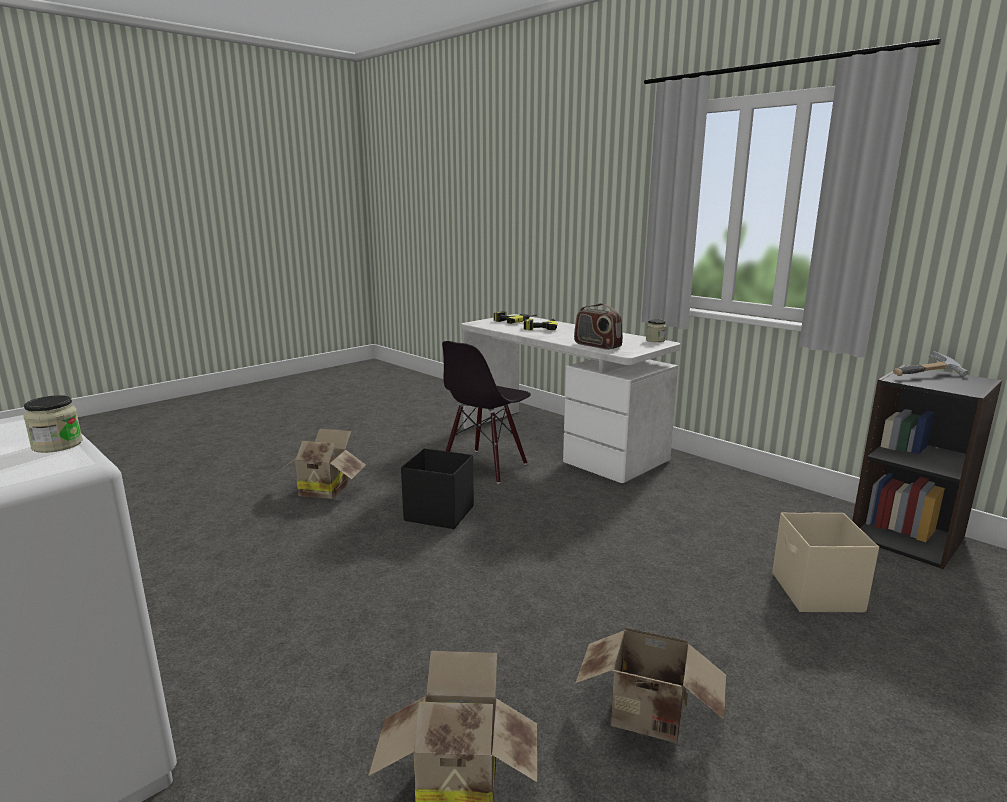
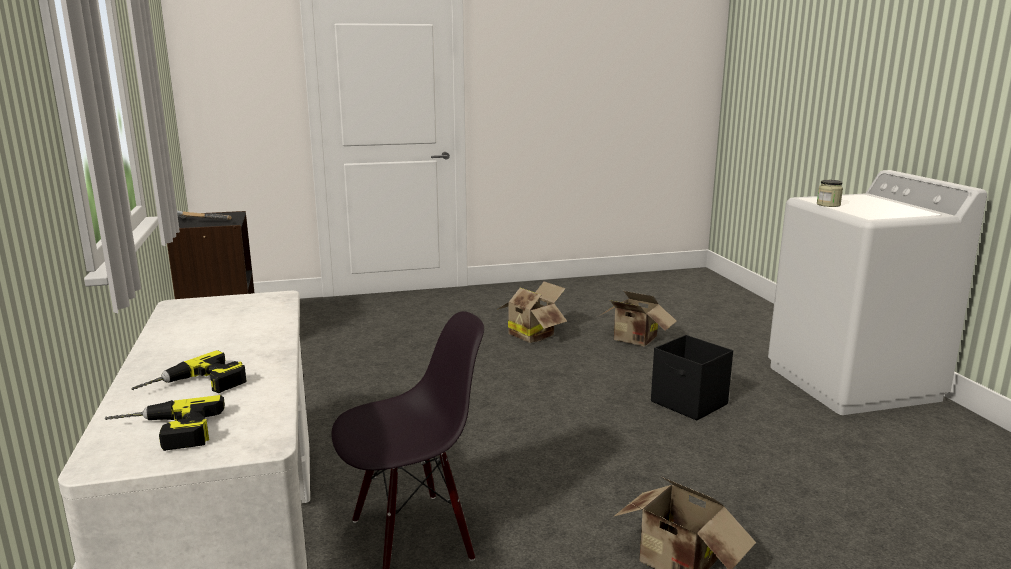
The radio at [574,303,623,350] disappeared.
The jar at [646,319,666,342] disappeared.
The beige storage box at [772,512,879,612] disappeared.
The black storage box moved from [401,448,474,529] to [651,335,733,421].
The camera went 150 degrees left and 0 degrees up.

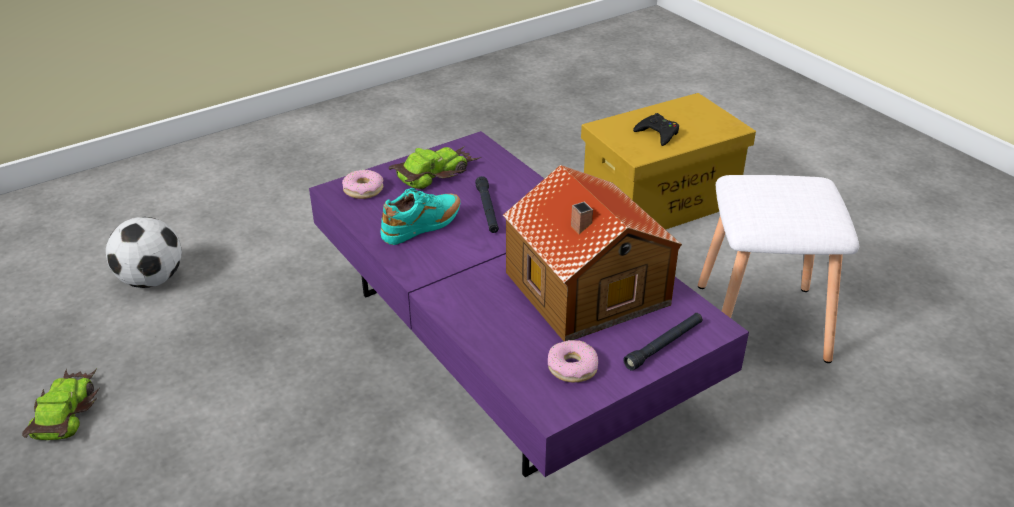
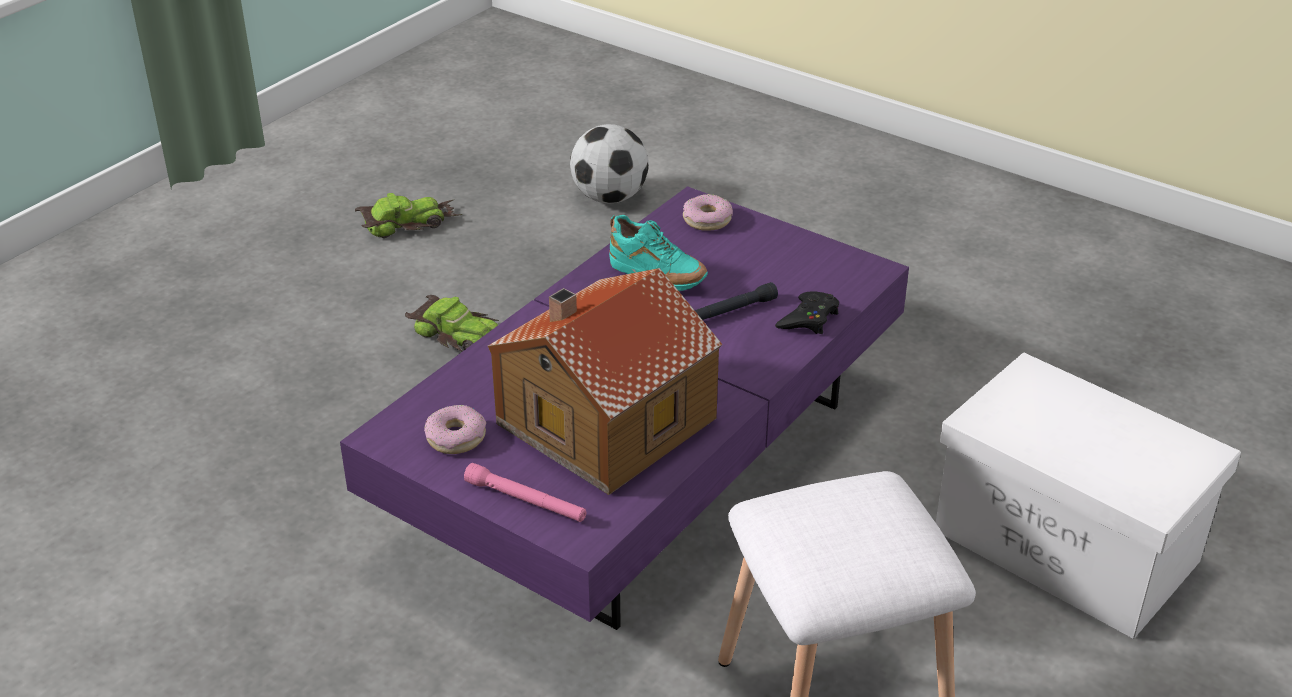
The toy car moved from [389,146,481,189] to [405,295,499,352].
The black game controller moved from [633,113,679,146] to [775,291,839,334].
The yellow storage box at [581,93,756,230] became the white storage box at [936,353,1241,639].
The black flashlight at [623,313,703,371] became the pink flashlight at [464,463,587,522].
The camera went 70 degrees right and 0 degrees up.

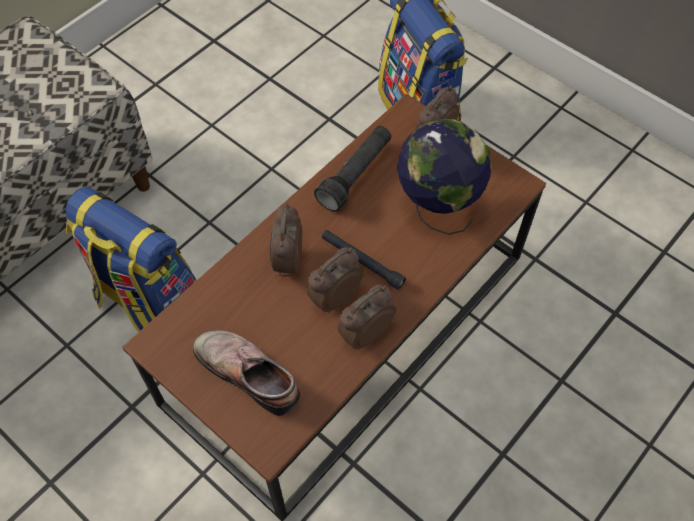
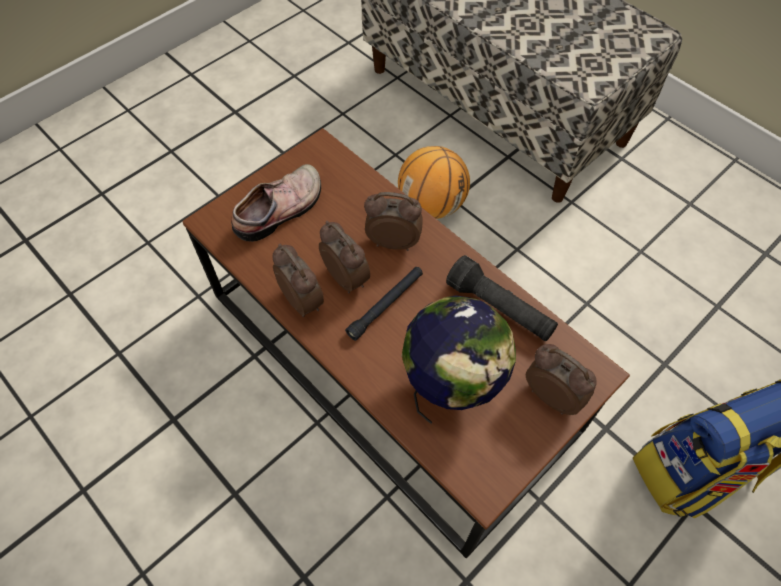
The backpack at [66,187,197,332] was replaced by the basketball at [398,146,470,219].
The camera went 95 degrees right and 0 degrees up.

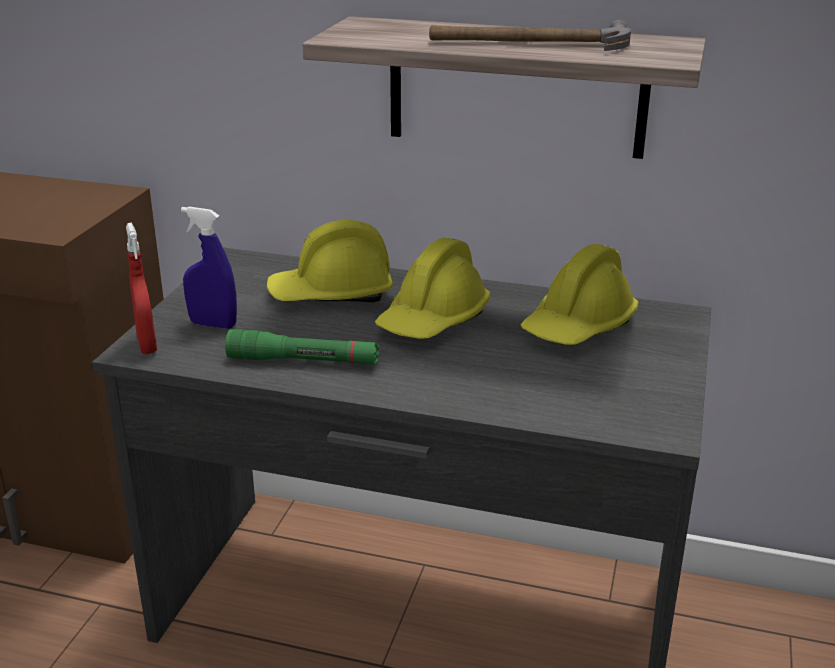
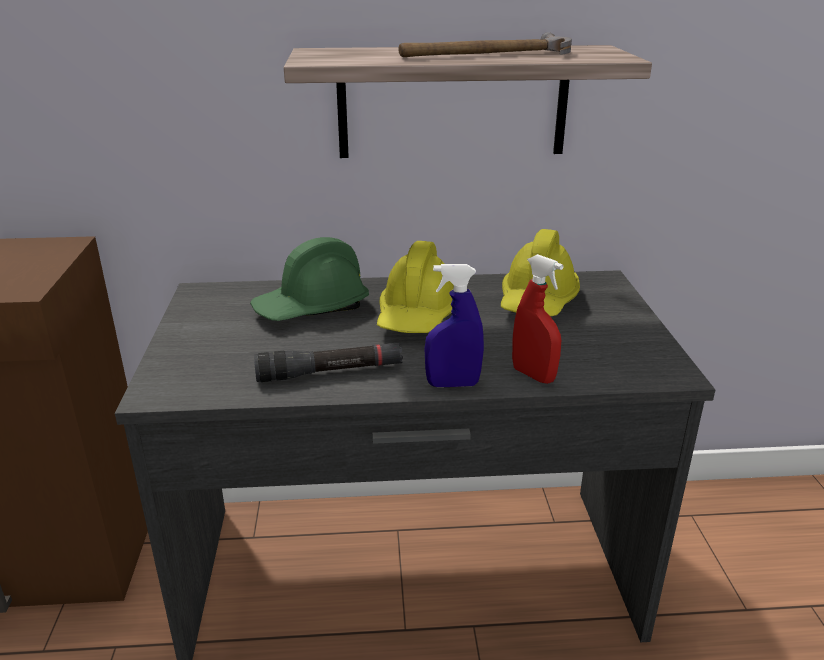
The red spray bottle moved from [126,223,157,354] to [512,254,564,384].
The blue spray bottle moved from [181,207,237,329] to [424,264,484,387].
The green flashlight at [225,329,380,365] became the black flashlight at [254,343,403,382].
The yellow hard hat at [267,220,393,302] became the green hard hat at [250,237,369,321].
The camera went 20 degrees left and 0 degrees up.

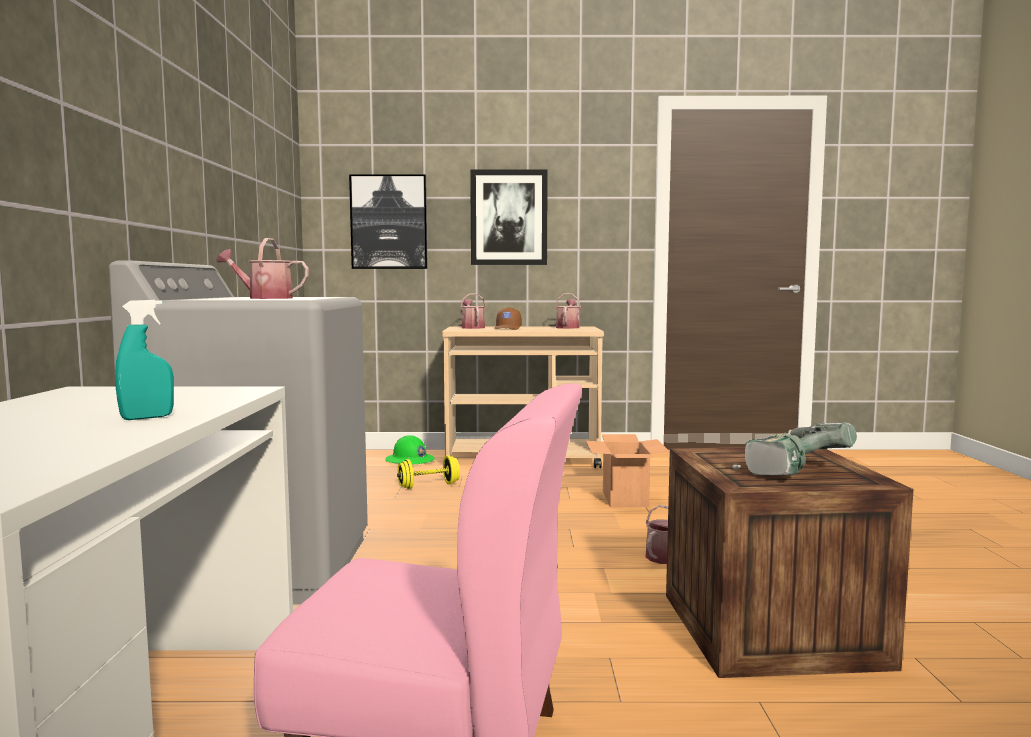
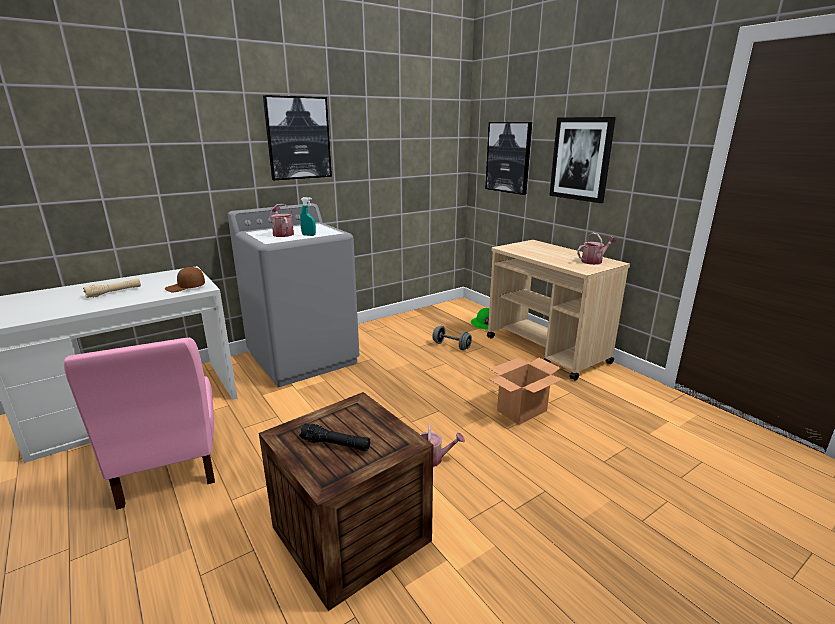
The watering can at [460,293,486,329] disappeared.
The beige flashlight at [83,278,141,298] appeared.
The picture at [263,95,332,180] appeared.
The turquoise spray bottle moved from [115,300,174,420] to [300,197,316,236].
The brown cap moved from [495,307,522,330] to [165,267,205,292].
The power drill at [732,422,857,475] was replaced by the black flashlight at [299,423,370,451].
The yellow dumbbell at [397,455,460,489] became the grey dumbbell at [432,326,472,350].
The camera went 55 degrees right and 15 degrees up.

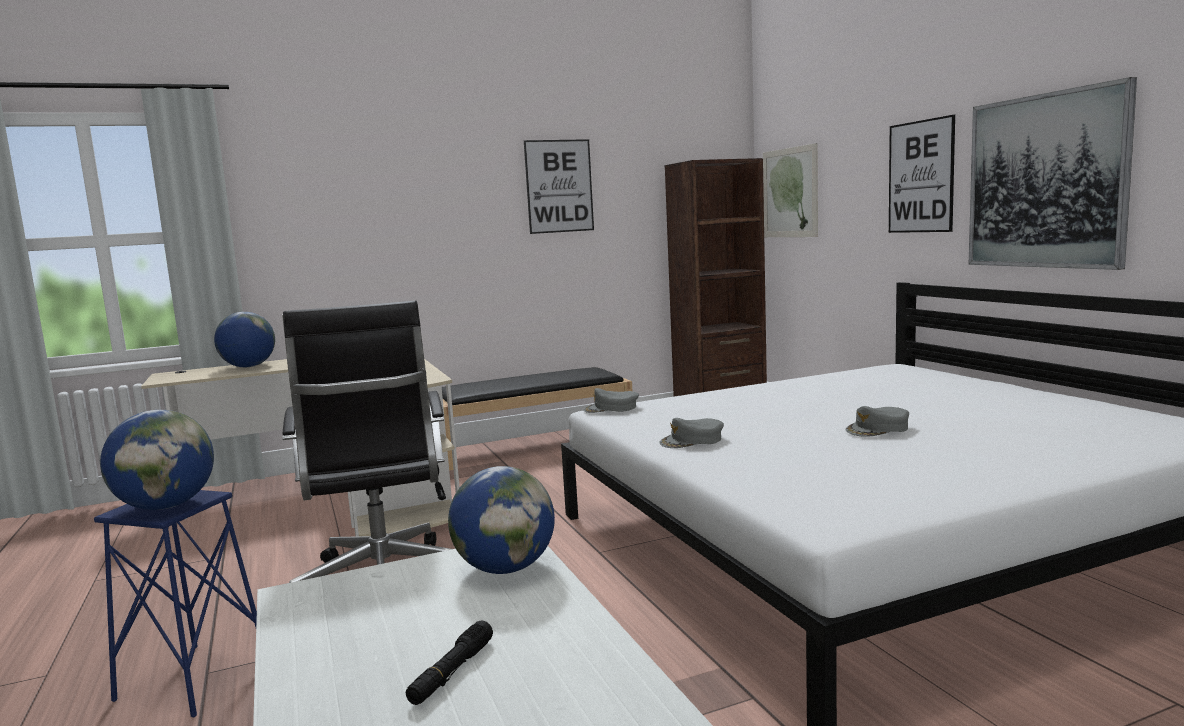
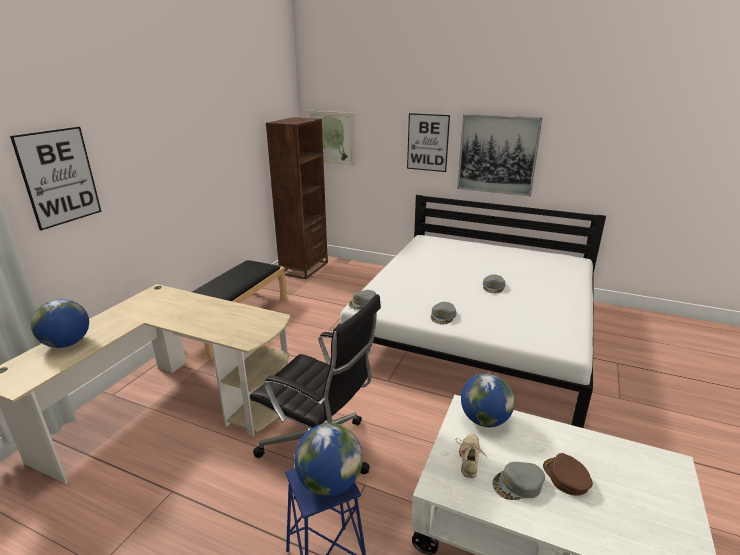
The beige shoe at [455,434,489,478] appeared.
The grey cap at [492,462,545,500] appeared.
The picture moved from [524,139,594,234] to [10,127,102,230].
The black flashlight at [406,620,493,705] was replaced by the brown cap at [543,453,593,496].
The camera went 45 degrees left and 15 degrees up.

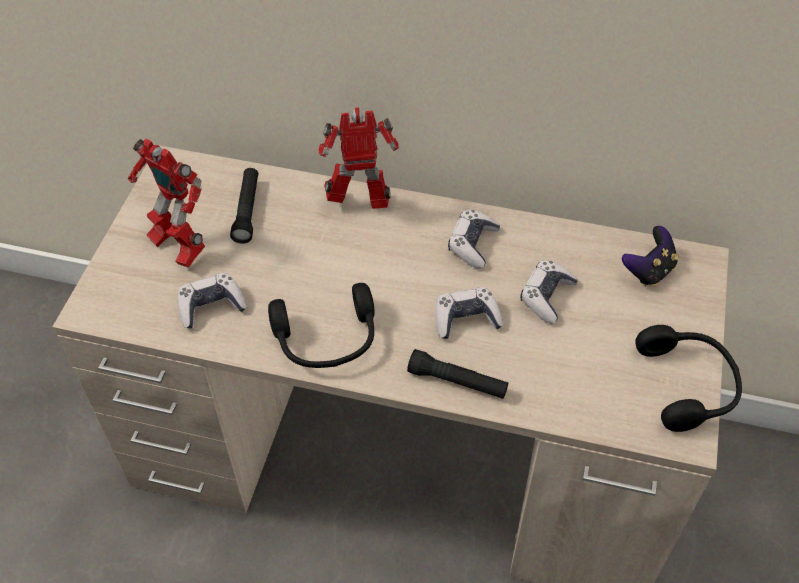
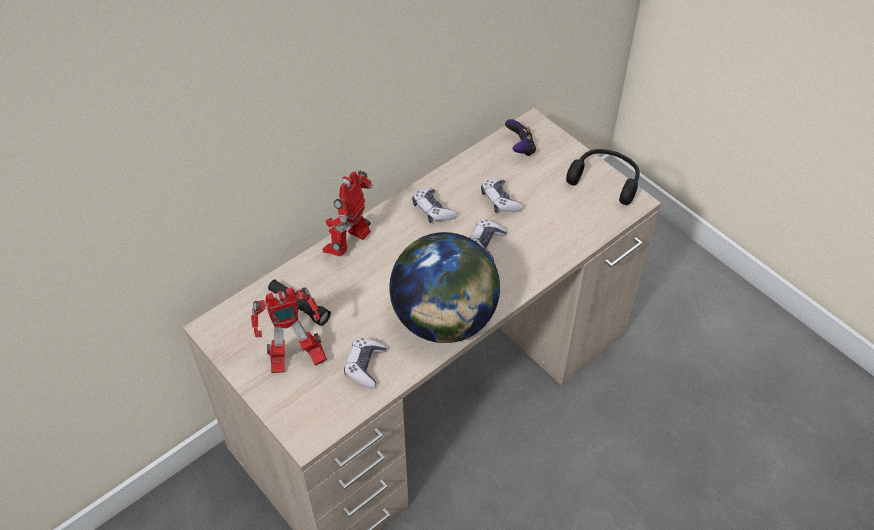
The black flashlight at [407,349,508,399] disappeared.
The black headphones at [268,283,375,368] was replaced by the globe at [389,232,500,343].
The camera went 55 degrees left and 0 degrees up.

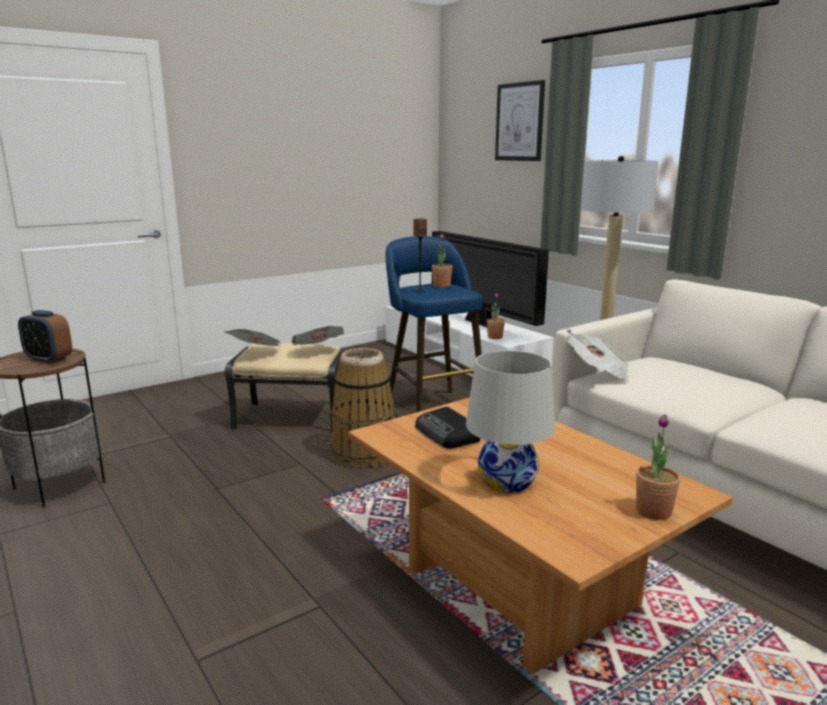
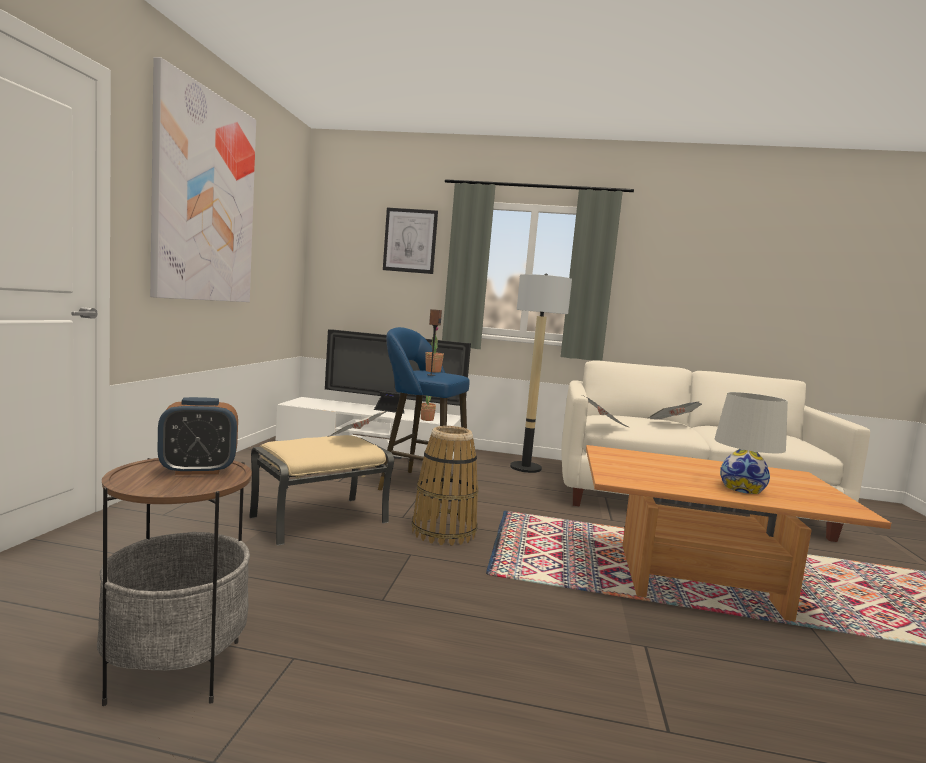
The radio at [415,407,480,449] disappeared.
The potted plant at [636,414,680,520] disappeared.
The picture at [150,57,256,302] appeared.
The newspaper moved from [225,329,282,346] to [647,401,702,420].
The camera went 45 degrees left and 10 degrees down.

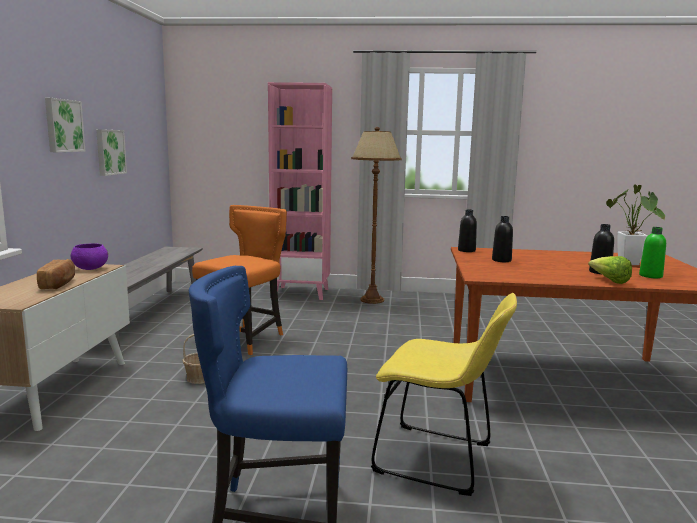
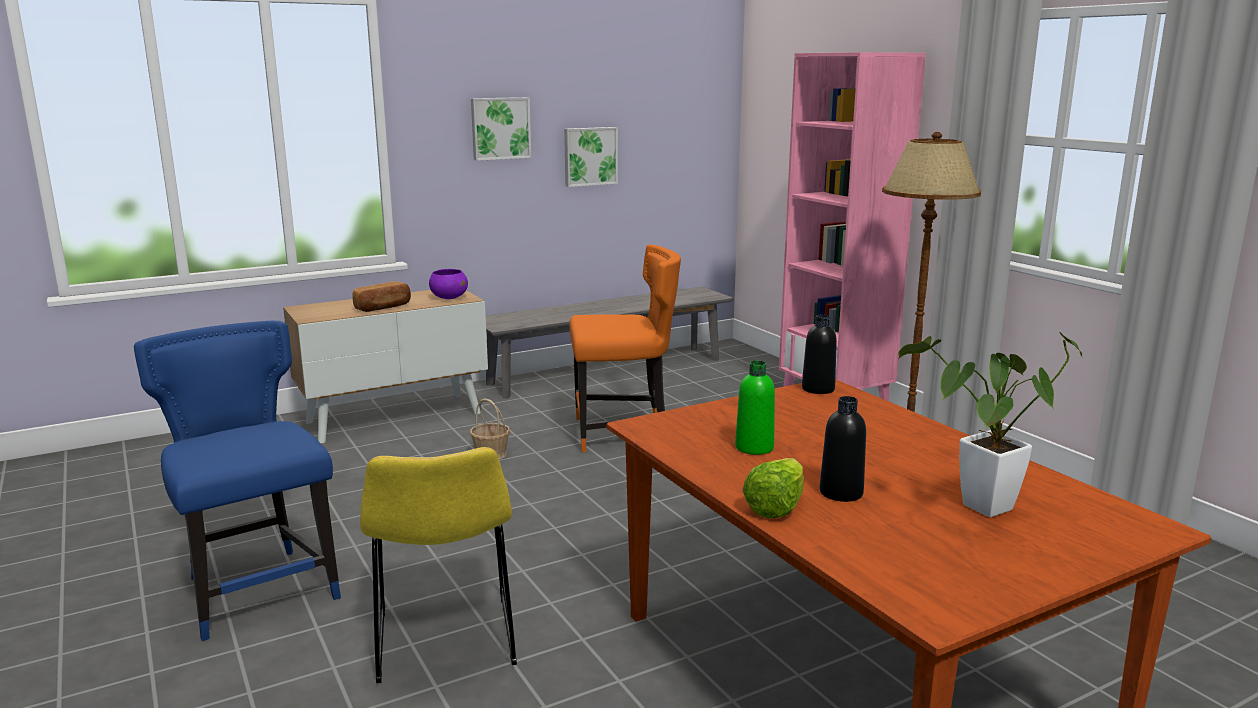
The black bottle at [492,216,513,262] disappeared.
The green bottle moved from [639,227,666,278] to [735,361,775,455].
The camera went 55 degrees right and 5 degrees up.

